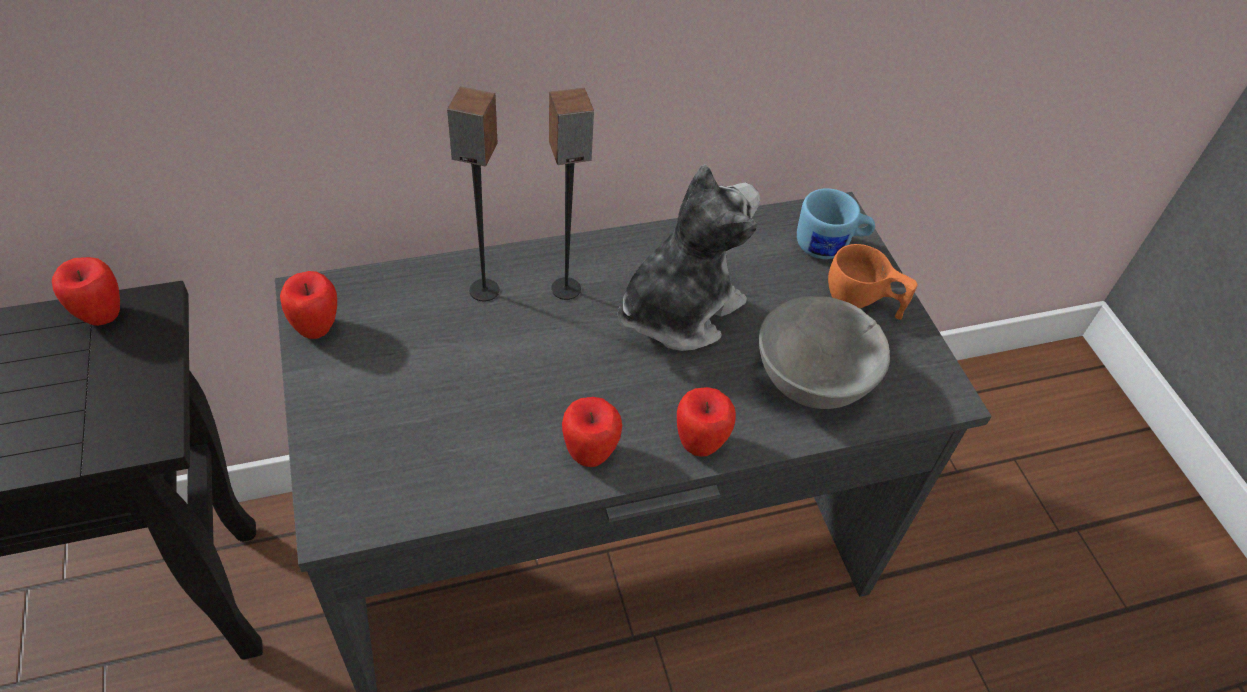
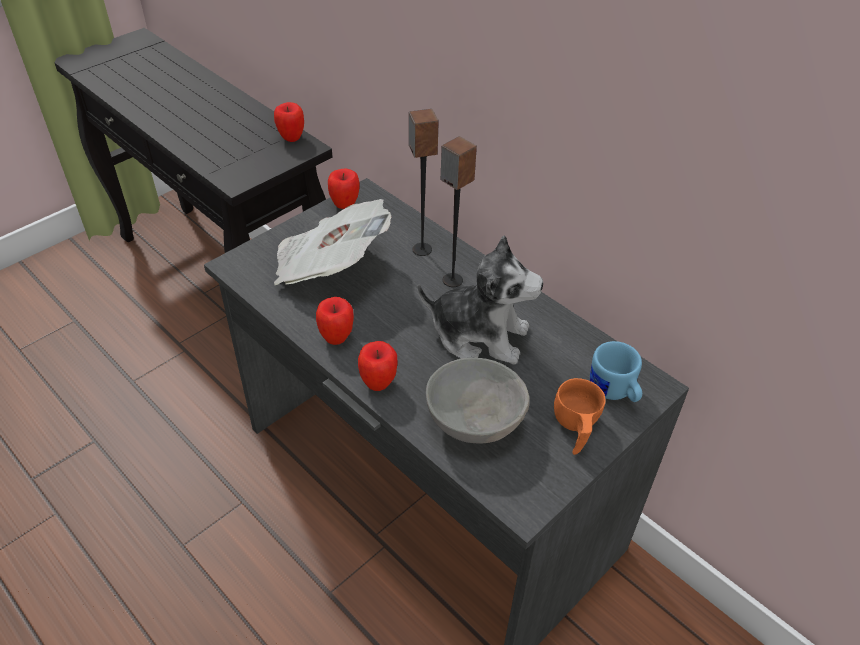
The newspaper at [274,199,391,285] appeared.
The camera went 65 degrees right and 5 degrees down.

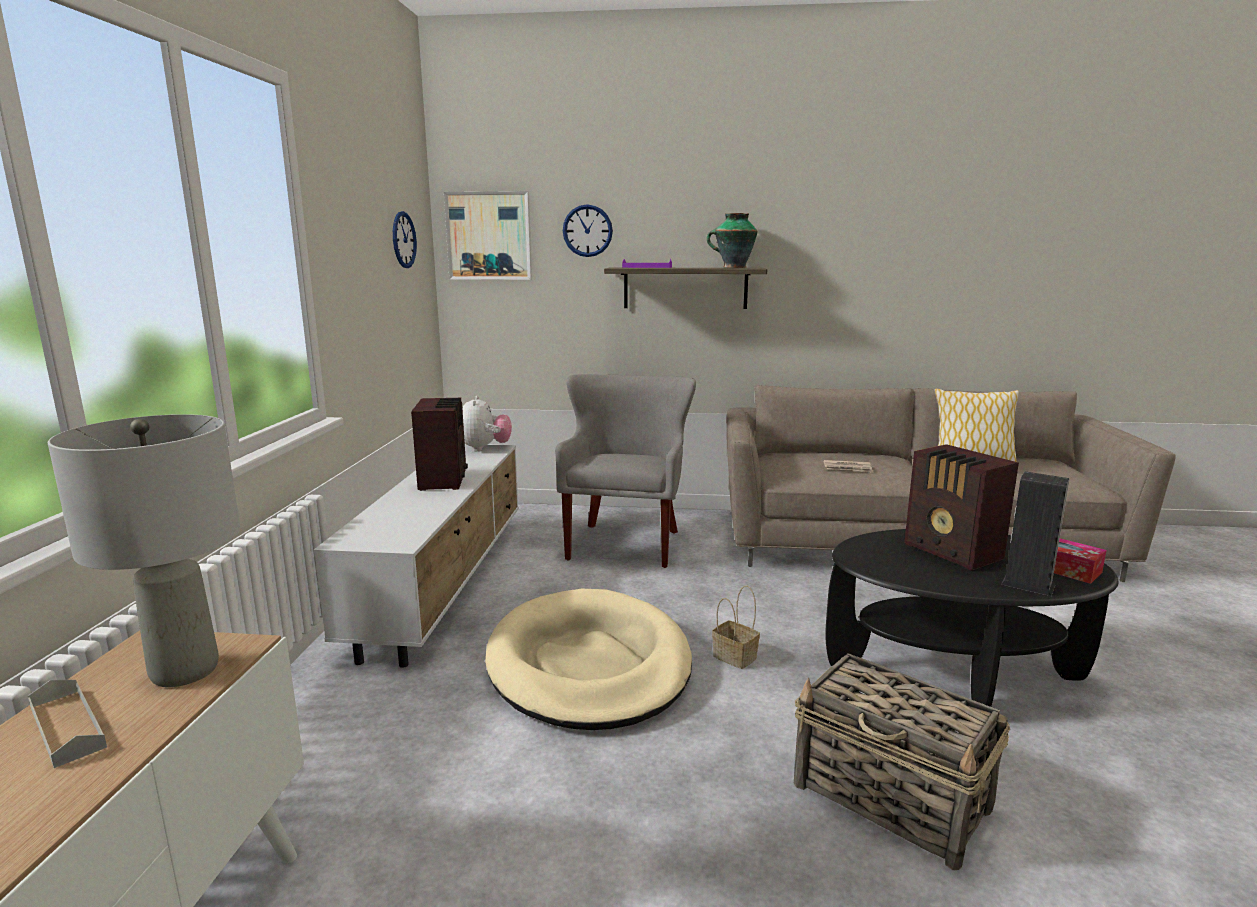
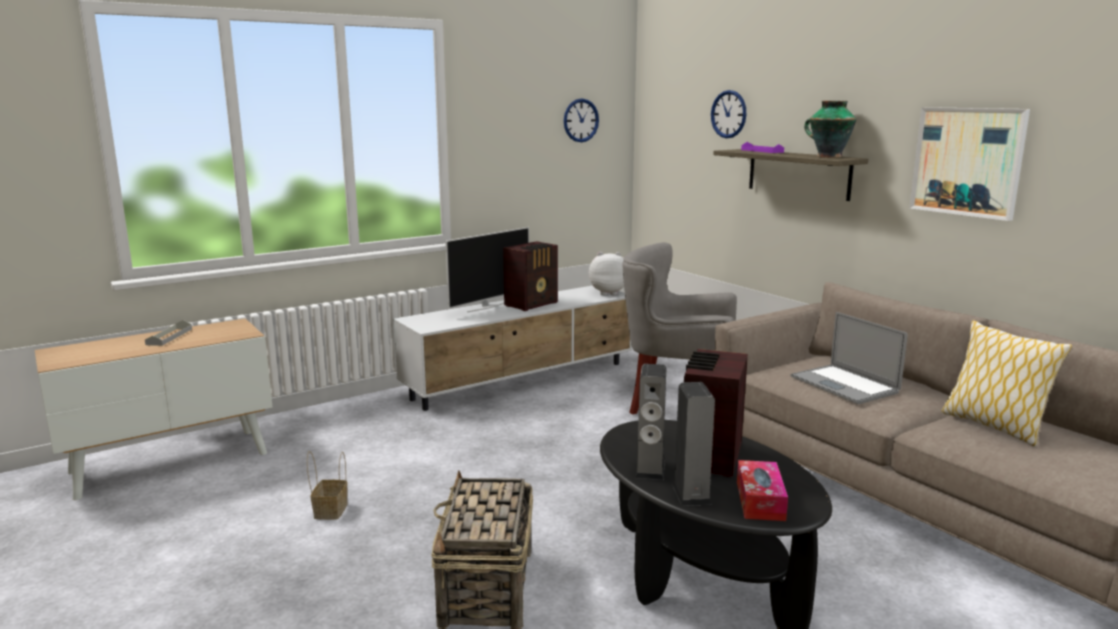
The grey table lamp at [48,414,240,687] disappeared.
The beige dog bed at [485,589,692,730] disappeared.
The television at [445,227,529,312] appeared.
The speaker at [635,364,666,480] appeared.
The picture moved from [444,191,532,280] to [909,107,1030,221].
The basket moved from [712,586,760,669] to [307,451,348,520].
The newspaper at [824,460,874,473] was replaced by the laptop at [790,312,908,404].
The plush toy at [463,396,512,451] turned 135 degrees counterclockwise.
The grey armchair at [555,374,696,568] turned 135 degrees counterclockwise.
The camera went 50 degrees right and 0 degrees up.

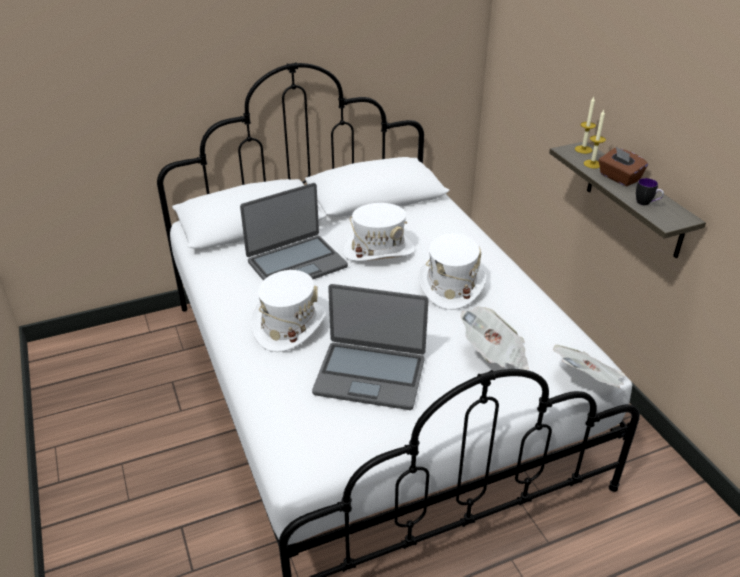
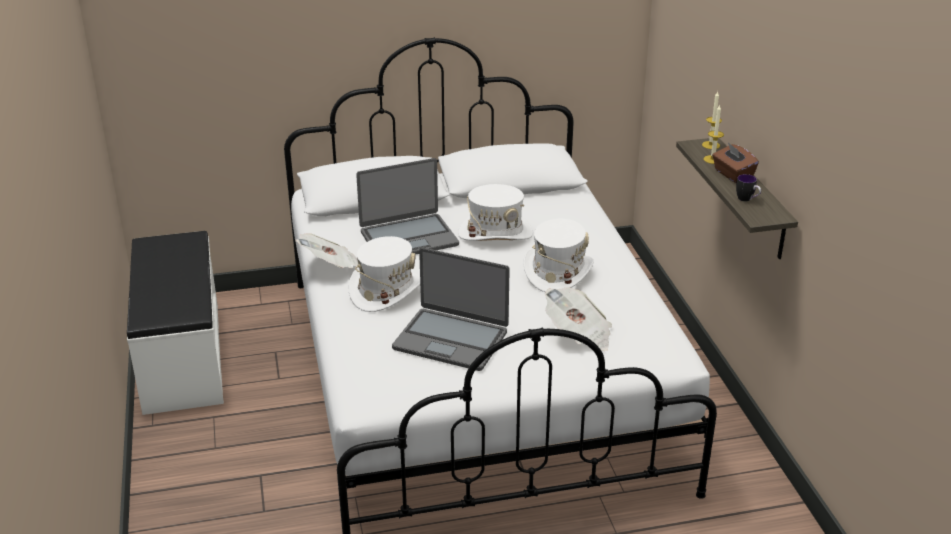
The white bench at [127,231,224,415] appeared.
The newspaper moved from [553,345,625,388] to [296,234,358,269].
The camera went 10 degrees right and 5 degrees down.

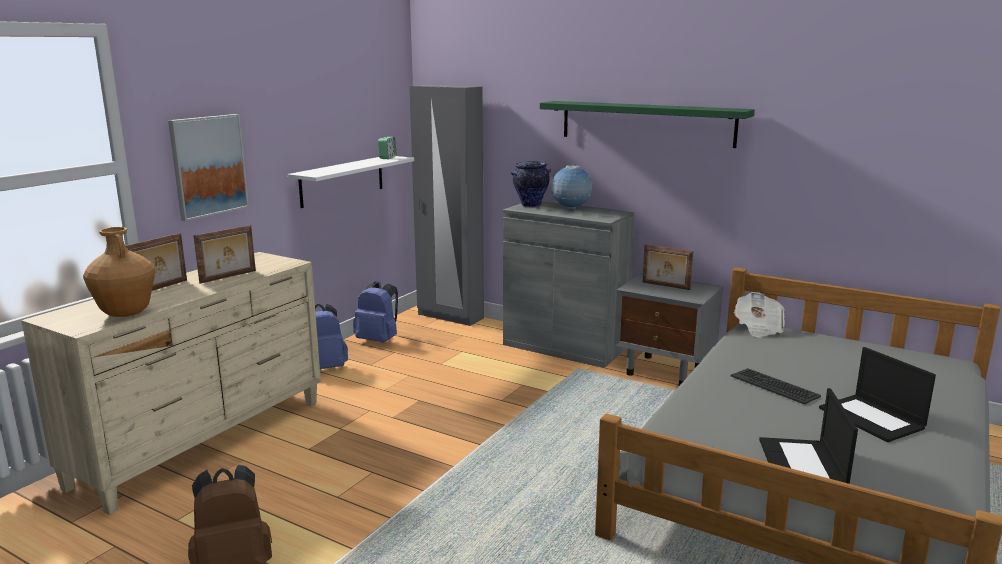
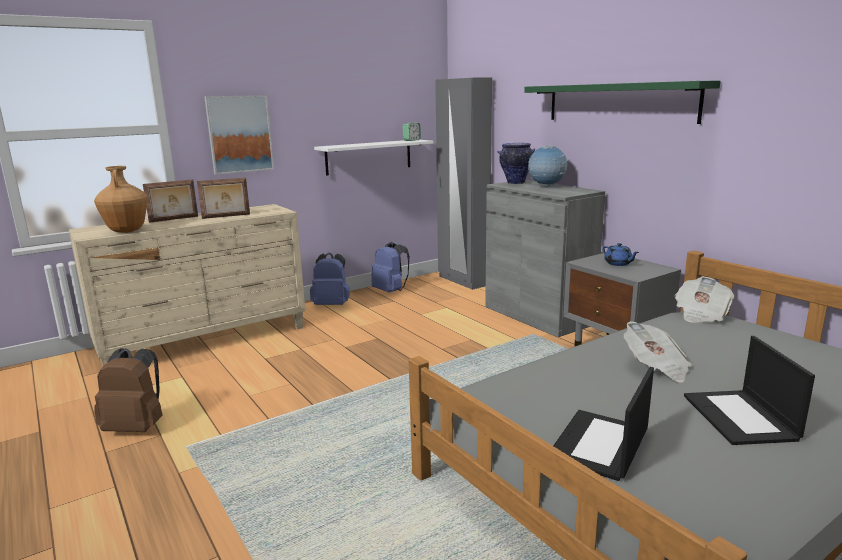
The picture frame at [643,244,693,290] was replaced by the blue teapot at [602,243,639,266].
The keyboard at [731,368,821,405] was replaced by the newspaper at [624,321,692,383].
The camera went 25 degrees right and 0 degrees up.

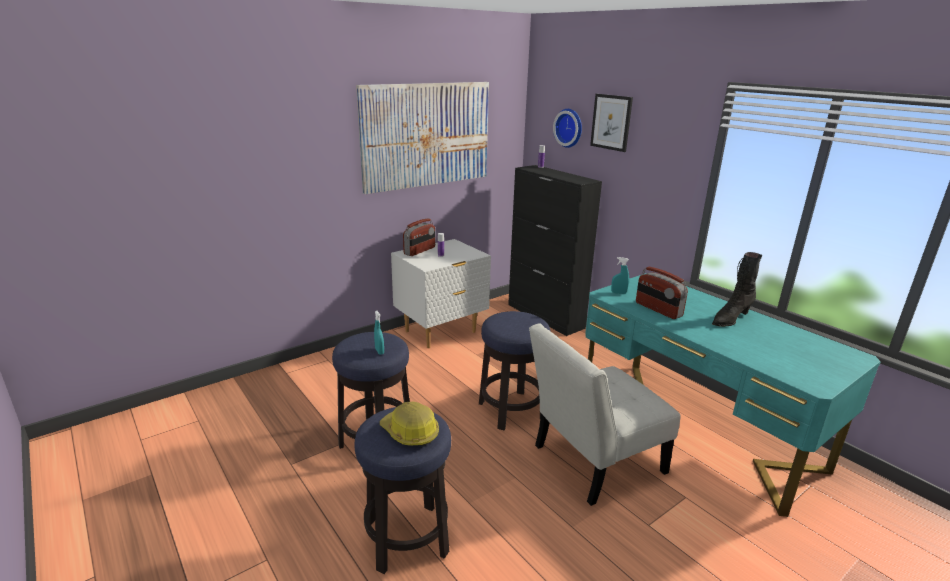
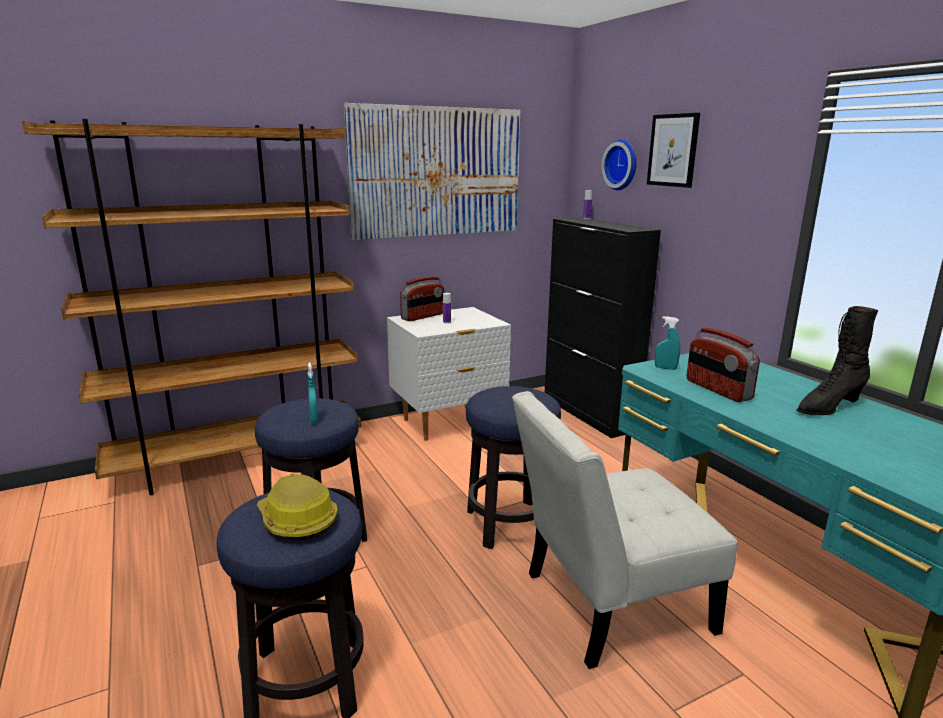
The brown bookcase at [22,119,361,495] appeared.
The camera went 10 degrees right and 5 degrees down.

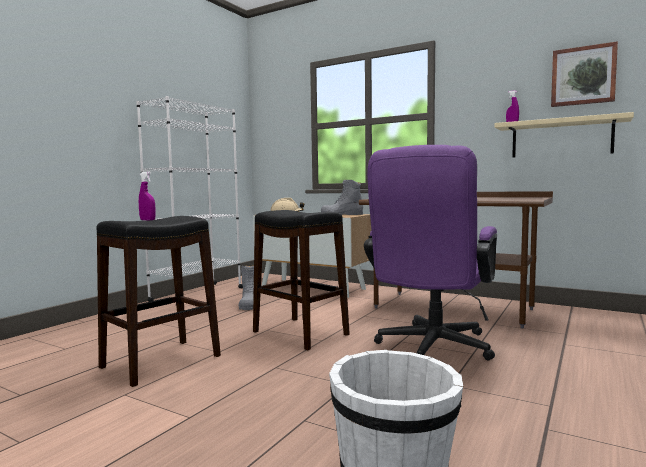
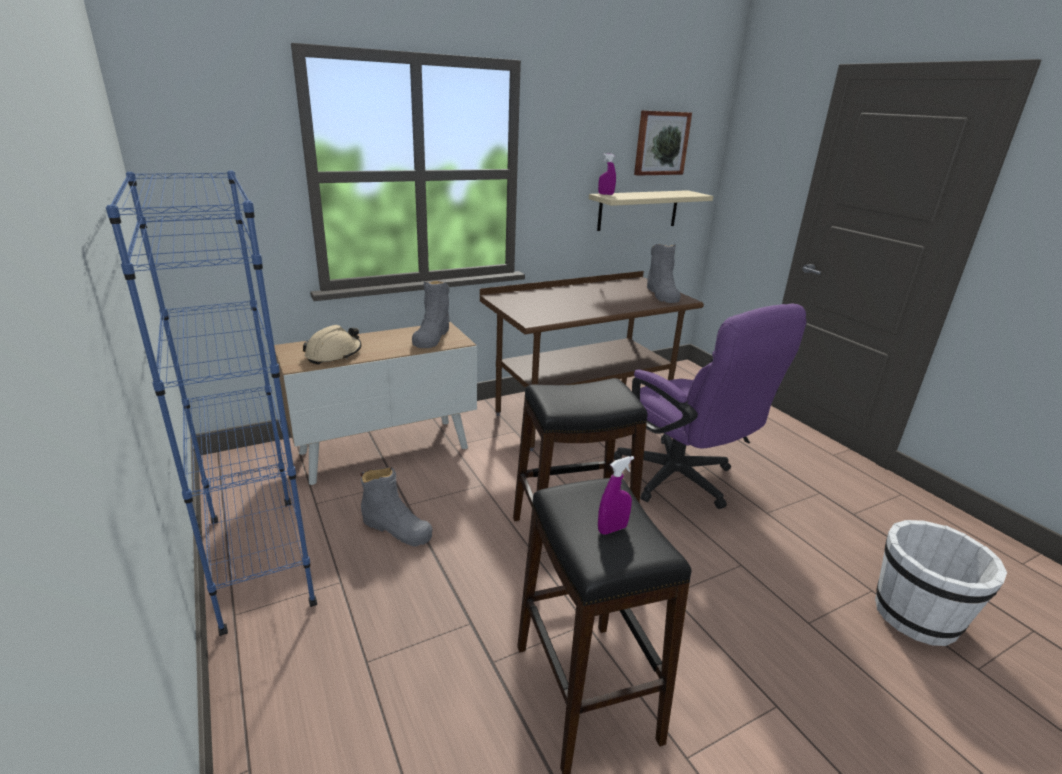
The grey boot at [647,244,681,303] appeared.
The white bookcase at [136,96,243,302] became the blue bookcase at [106,171,317,636].
The camera went 60 degrees left and 20 degrees up.

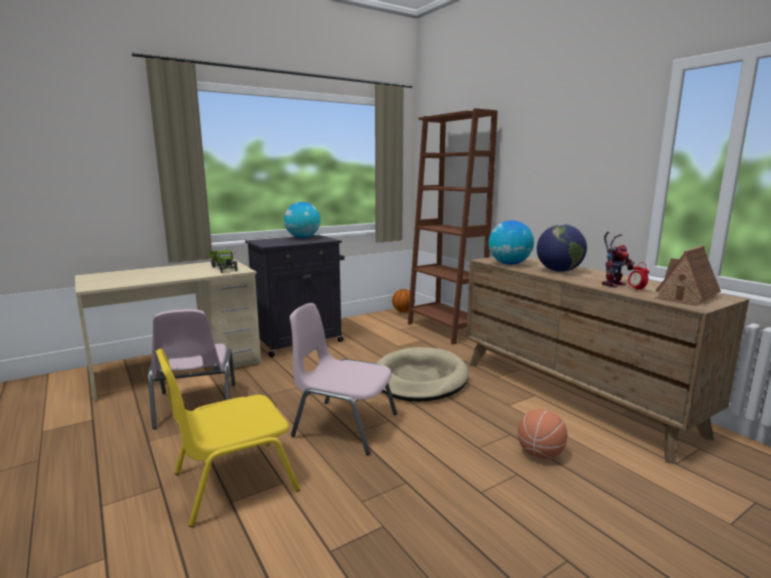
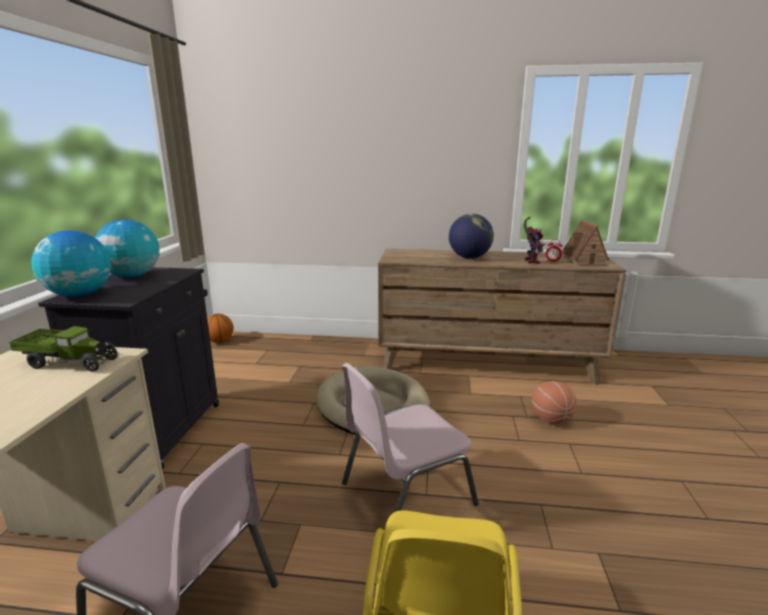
The brown bookcase at [408,108,498,345] disappeared.
The globe moved from [488,220,534,265] to [31,230,112,297].
The camera went 50 degrees left and 5 degrees up.

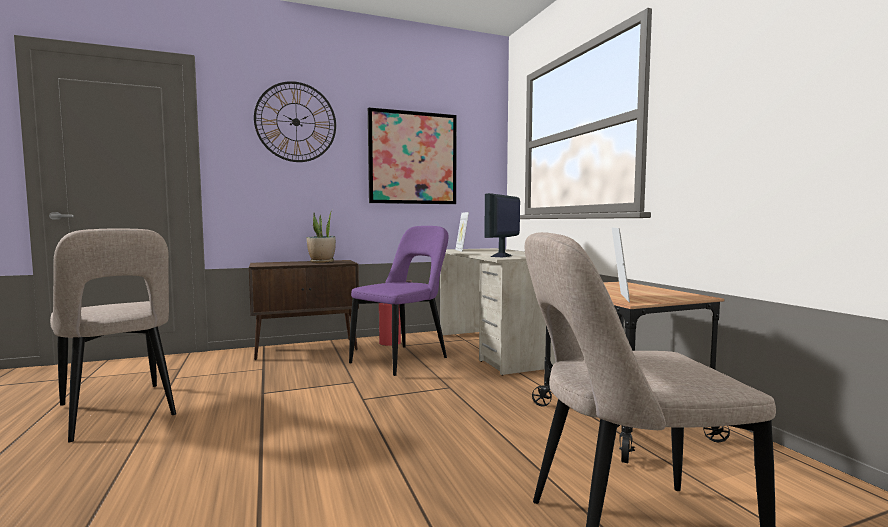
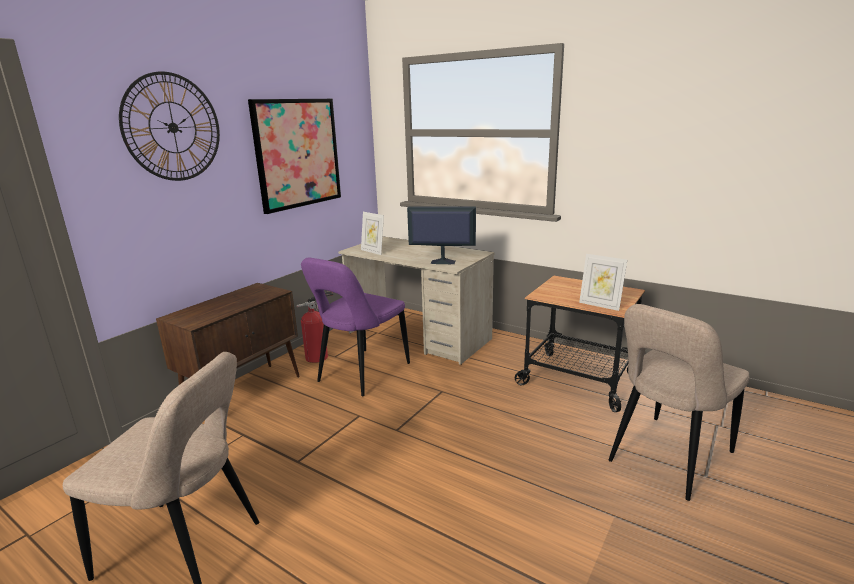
The potted plant at [306,209,336,263] disappeared.
The purple chair at [349,226,448,376] turned 150 degrees counterclockwise.
The monitor at [484,193,520,257] turned 105 degrees clockwise.
The picture frame at [612,227,630,303] turned 150 degrees clockwise.
The camera went 35 degrees left and 15 degrees up.

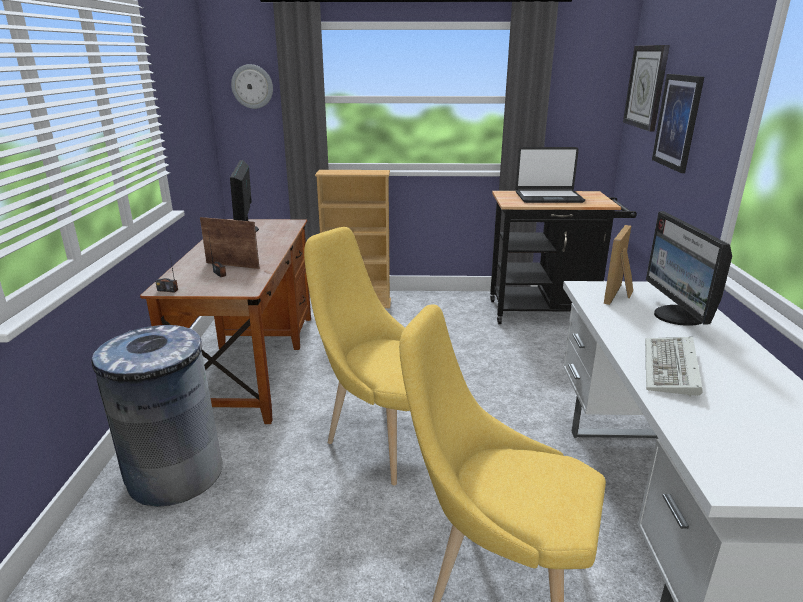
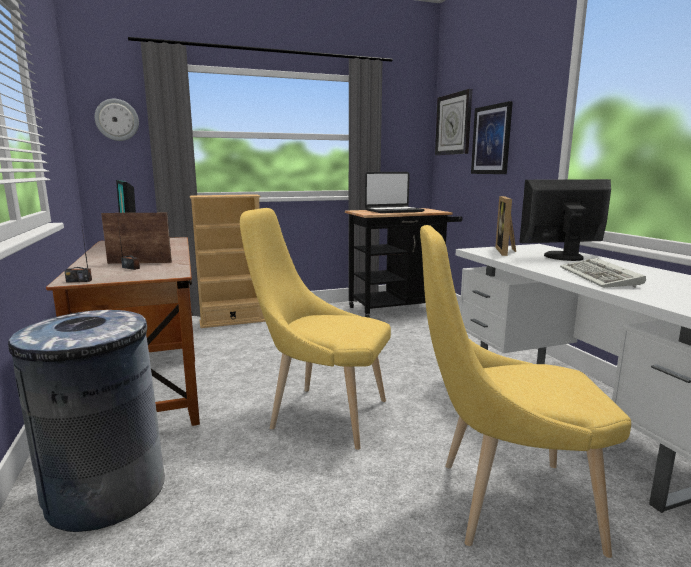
The monitor at [646,211,732,326] turned 105 degrees clockwise.
The camera went 20 degrees left and 10 degrees down.

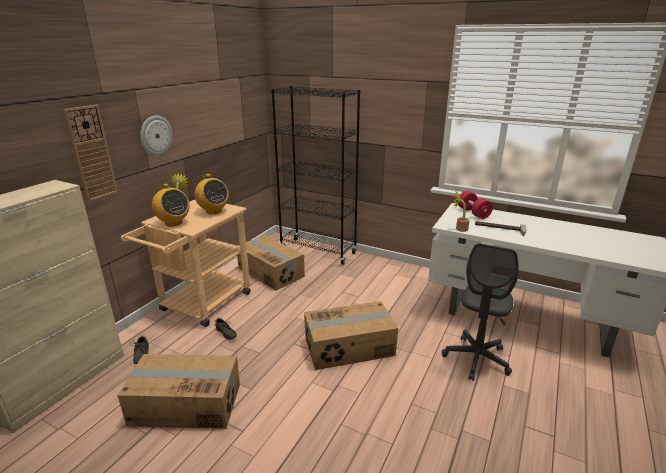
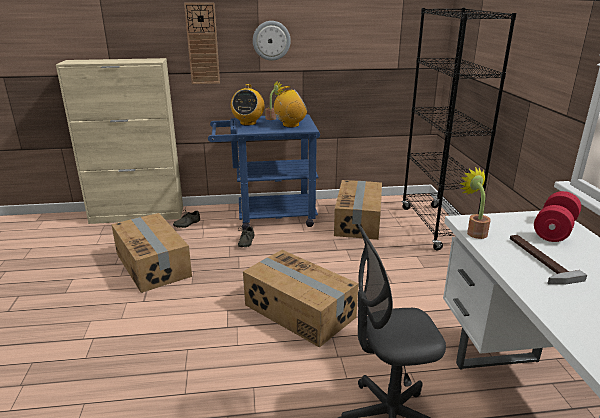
The beige cart at [121,200,251,327] became the blue cart at [208,114,320,229].
The radio at [194,174,229,214] turned 120 degrees counterclockwise.
The camera went 55 degrees right and 0 degrees up.

